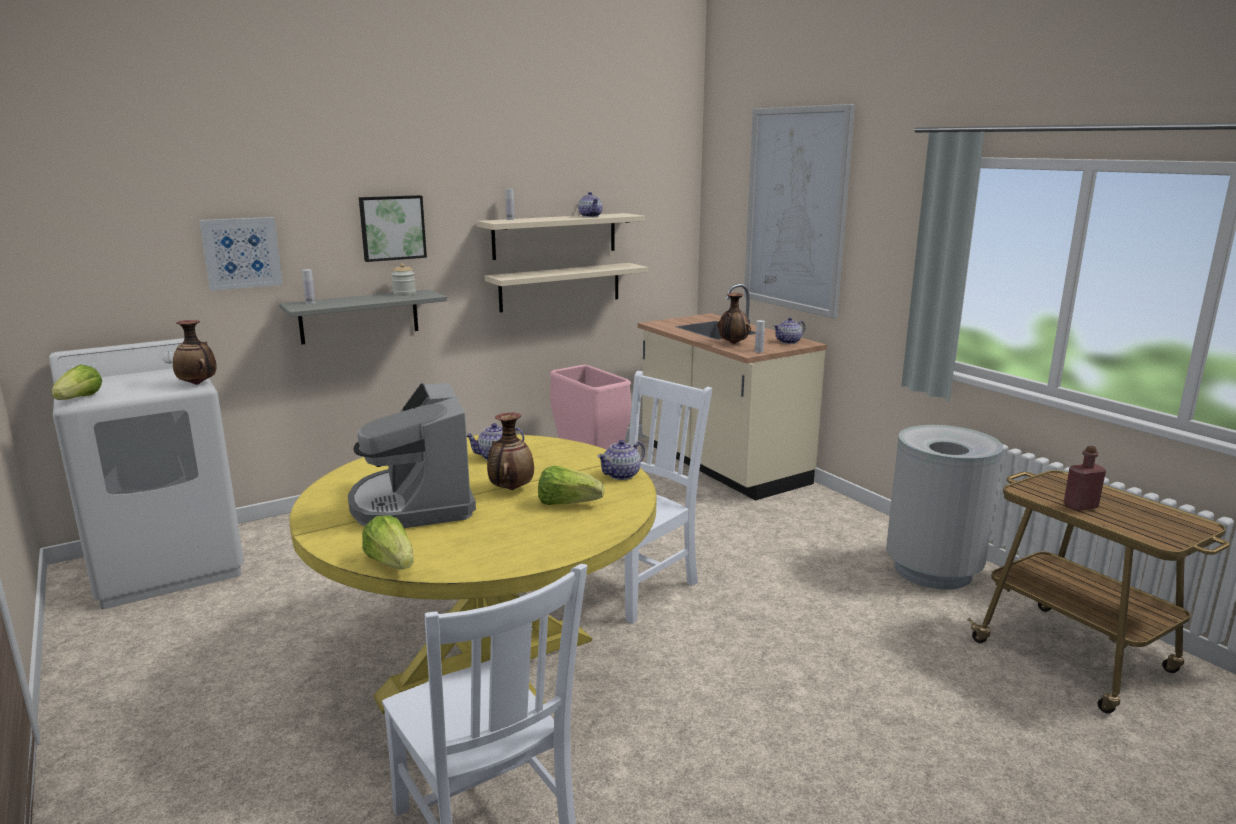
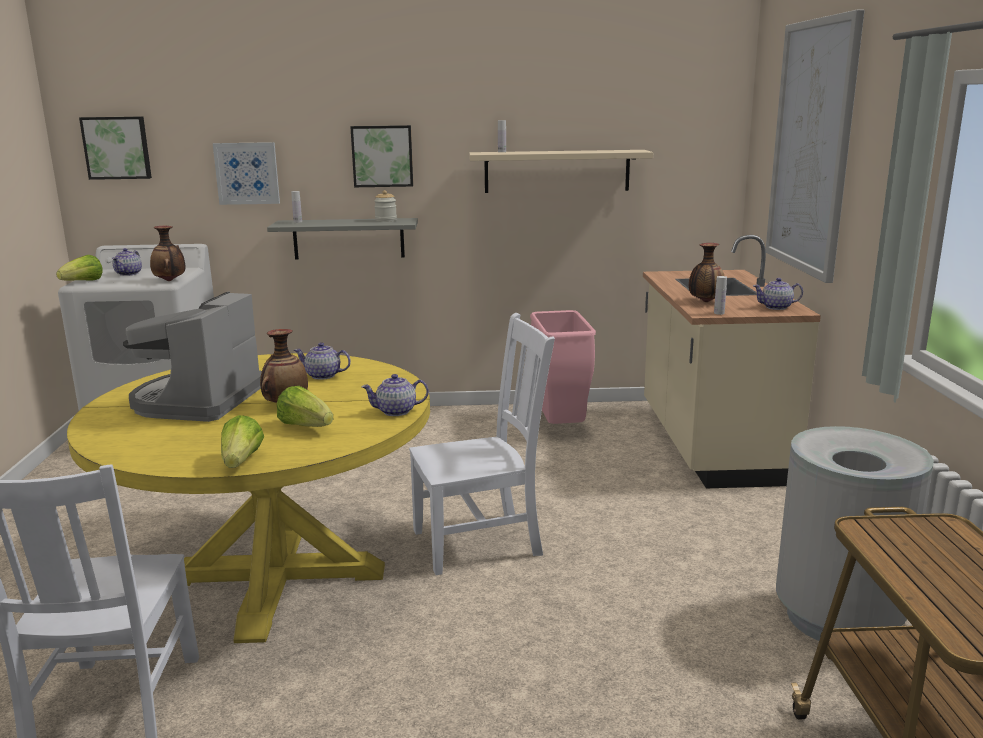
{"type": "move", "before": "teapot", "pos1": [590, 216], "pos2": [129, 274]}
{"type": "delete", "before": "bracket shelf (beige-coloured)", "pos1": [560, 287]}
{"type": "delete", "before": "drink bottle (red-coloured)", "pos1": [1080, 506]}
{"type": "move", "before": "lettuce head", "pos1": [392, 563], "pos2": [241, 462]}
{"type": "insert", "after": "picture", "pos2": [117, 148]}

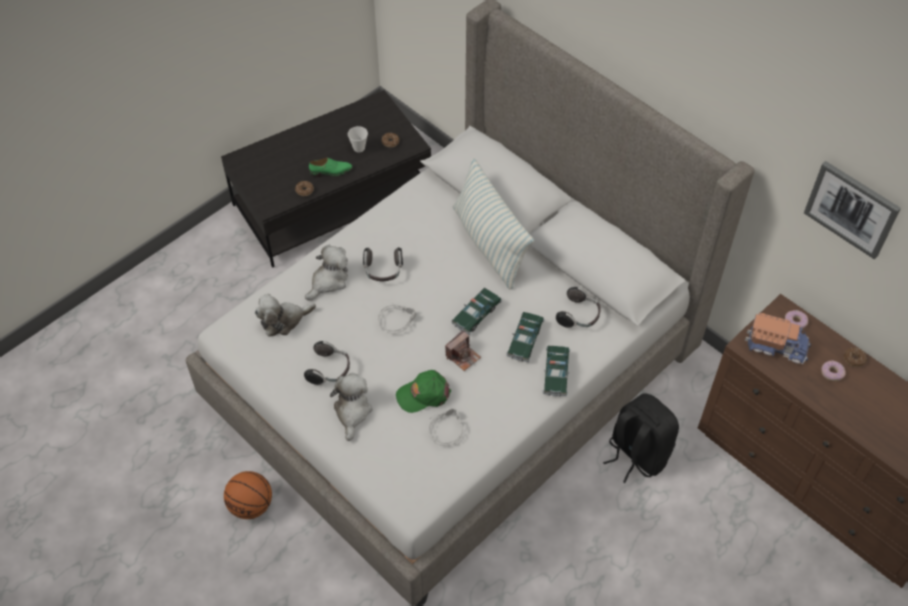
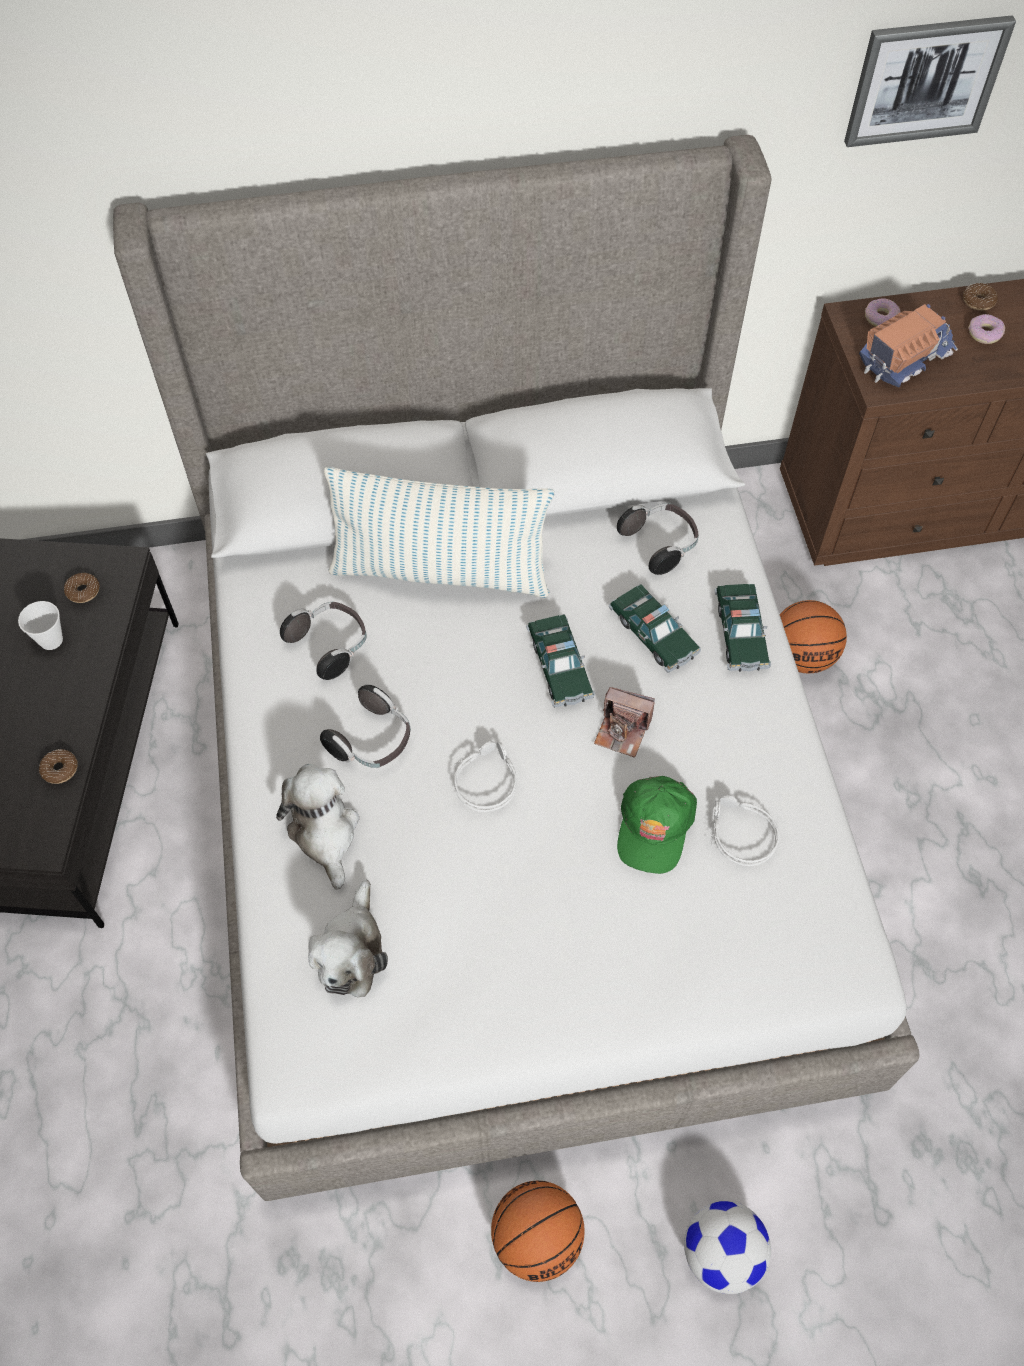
{"type": "delete", "before": "item of footwear (green)", "pos1": [331, 171]}
{"type": "rotate", "before": "still camera", "pos1": [463, 356], "pos2": [622, 730], "turn": 120}
{"type": "move", "before": "headset", "pos1": [329, 370], "pos2": [330, 645]}
{"type": "rotate", "before": "model car", "pos1": [556, 374], "pos2": [740, 633], "turn": 45}
{"type": "delete", "before": "cuddly toy", "pos1": [352, 411]}
{"type": "replace", "before": "knapsack (black)", "after": "basketball ball", "pos1": [636, 454], "pos2": [802, 656]}
{"type": "insert", "after": "football ball", "pos2": [721, 1253]}

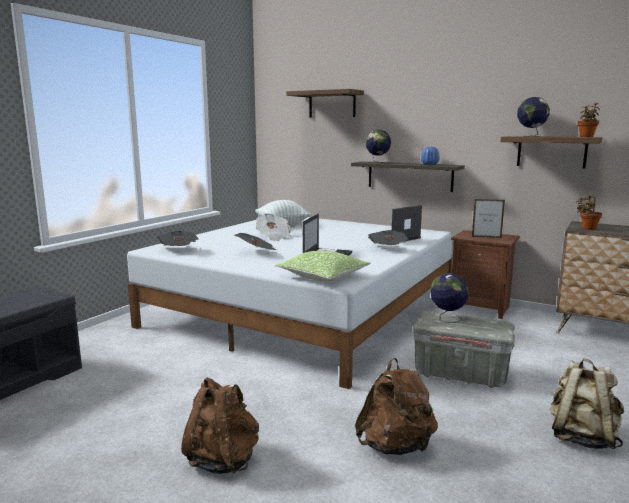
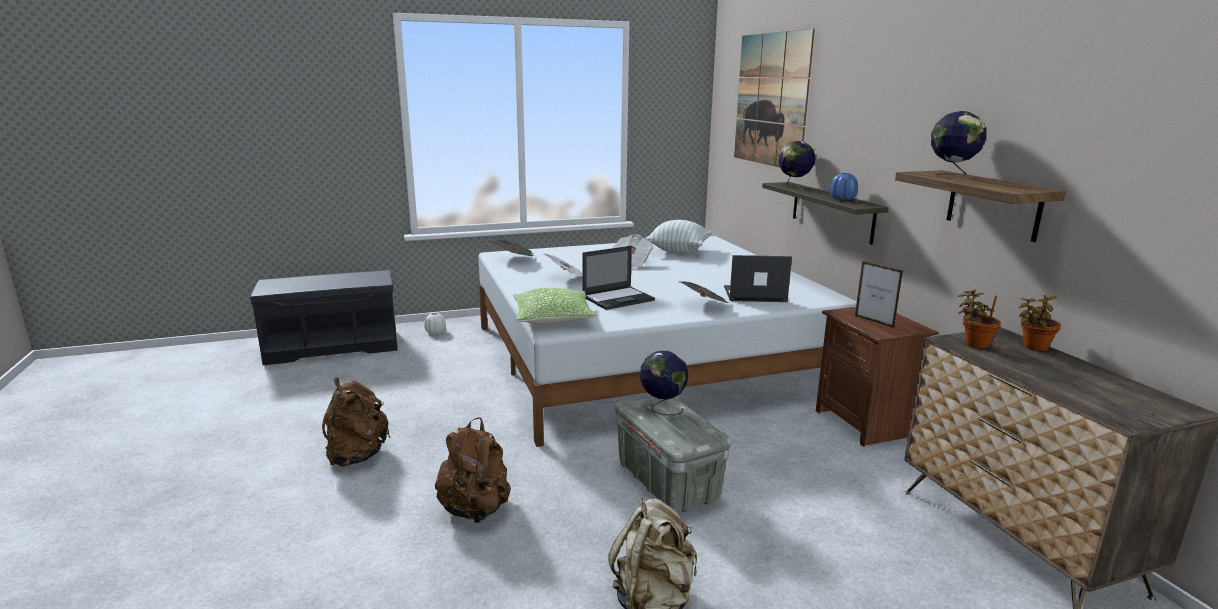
{"type": "replace", "before": "bracket shelf", "after": "picture", "pos1": [332, 104], "pos2": [771, 100]}
{"type": "move", "before": "potted plant", "pos1": [586, 137], "pos2": [1033, 347]}
{"type": "insert", "after": "vase (white-coloured)", "pos2": [435, 332]}

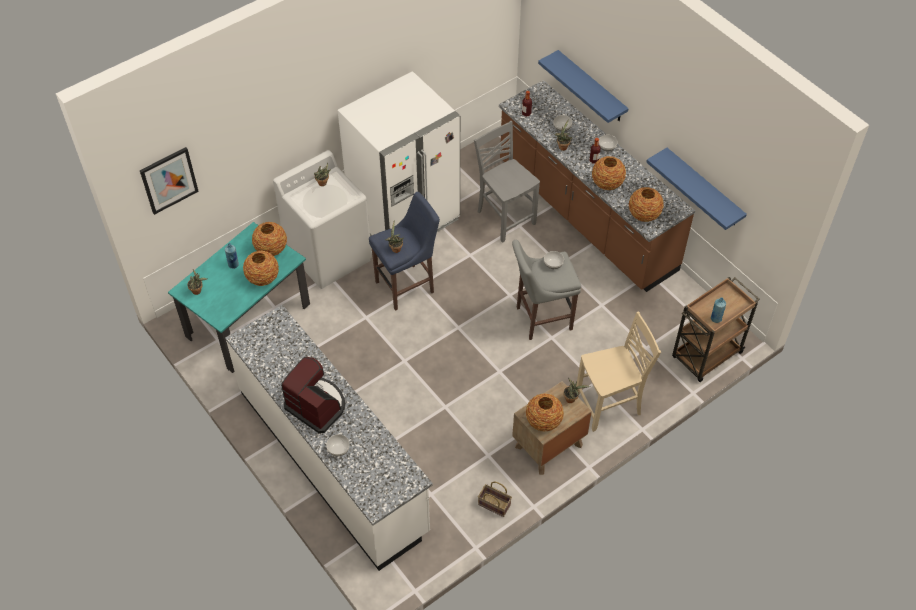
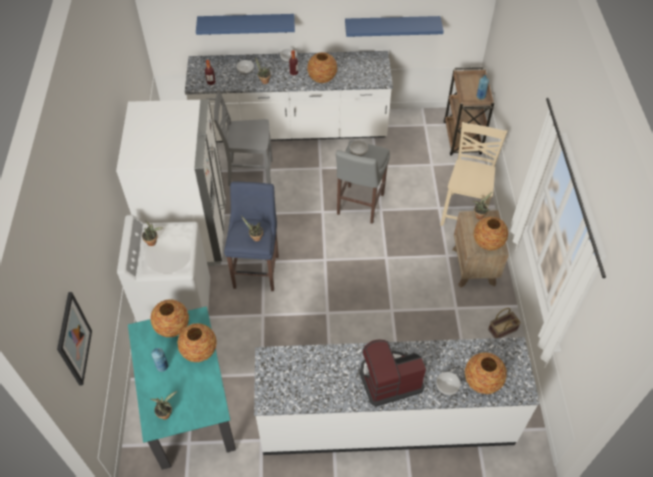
{"type": "recolor", "before": "counter (brown-coloured)", "after": "counter (white-coloured)", "pos1": [585, 216], "pos2": [291, 130]}
{"type": "move", "before": "vase", "pos1": [644, 214], "pos2": [481, 381]}

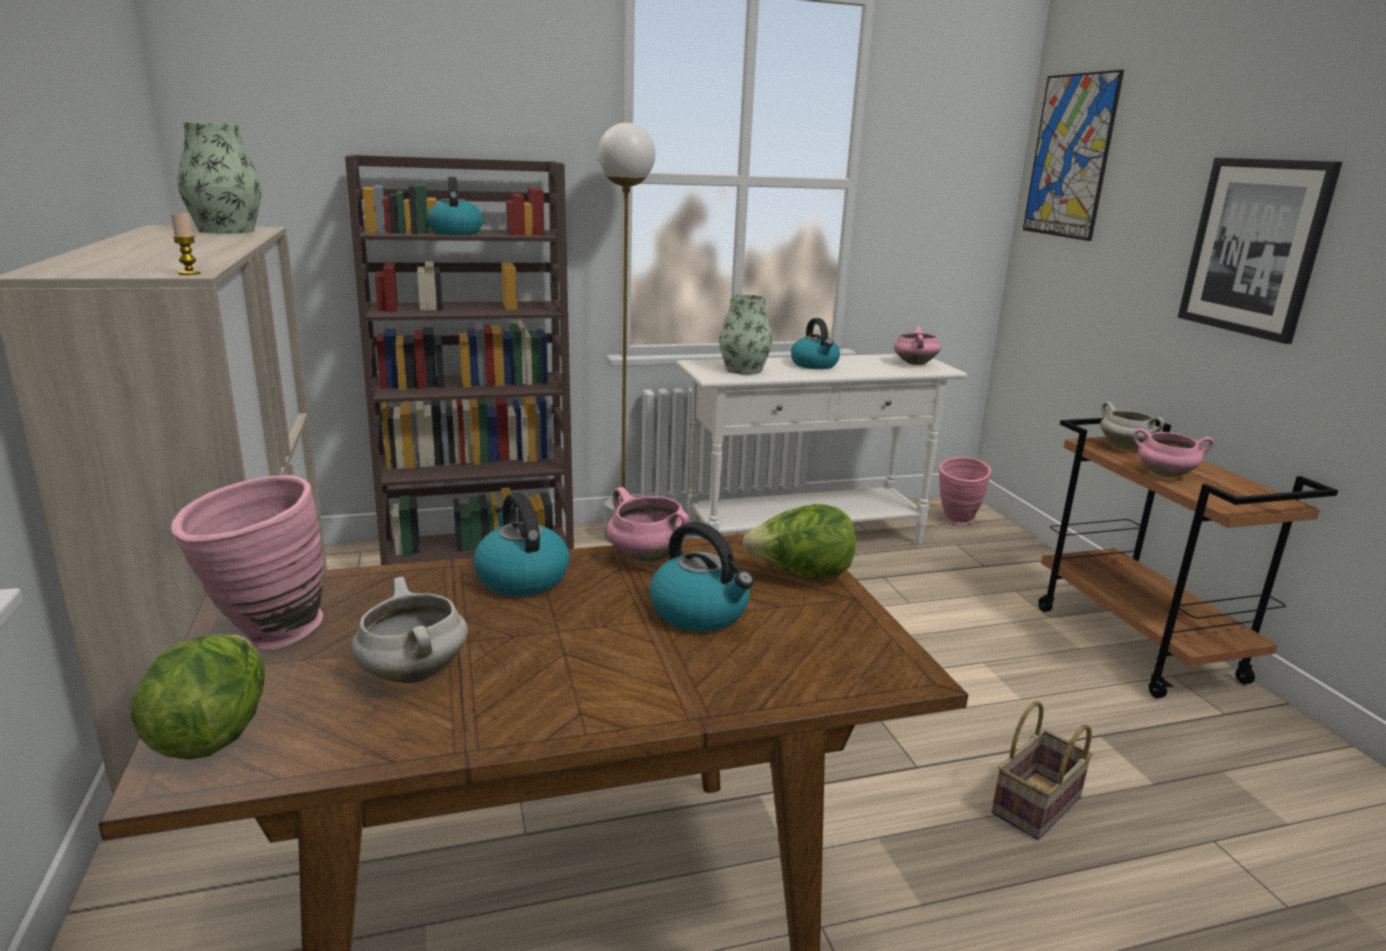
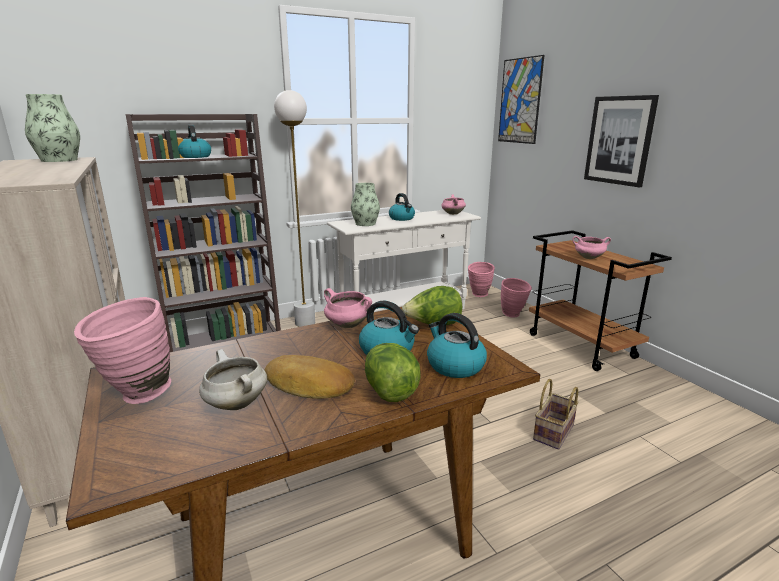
{"type": "delete", "before": "wax candle", "pos1": [189, 273]}
{"type": "delete", "before": "saucepot (white-coloured)", "pos1": [1125, 447]}
{"type": "move", "before": "tea kettle", "pos1": [521, 577], "pos2": [454, 365]}
{"type": "move", "before": "lettuce head", "pos1": [213, 731], "pos2": [390, 390]}
{"type": "insert", "after": "vase (pink-coloured)", "pos2": [513, 315]}
{"type": "insert", "after": "bakery bread", "pos2": [308, 385]}

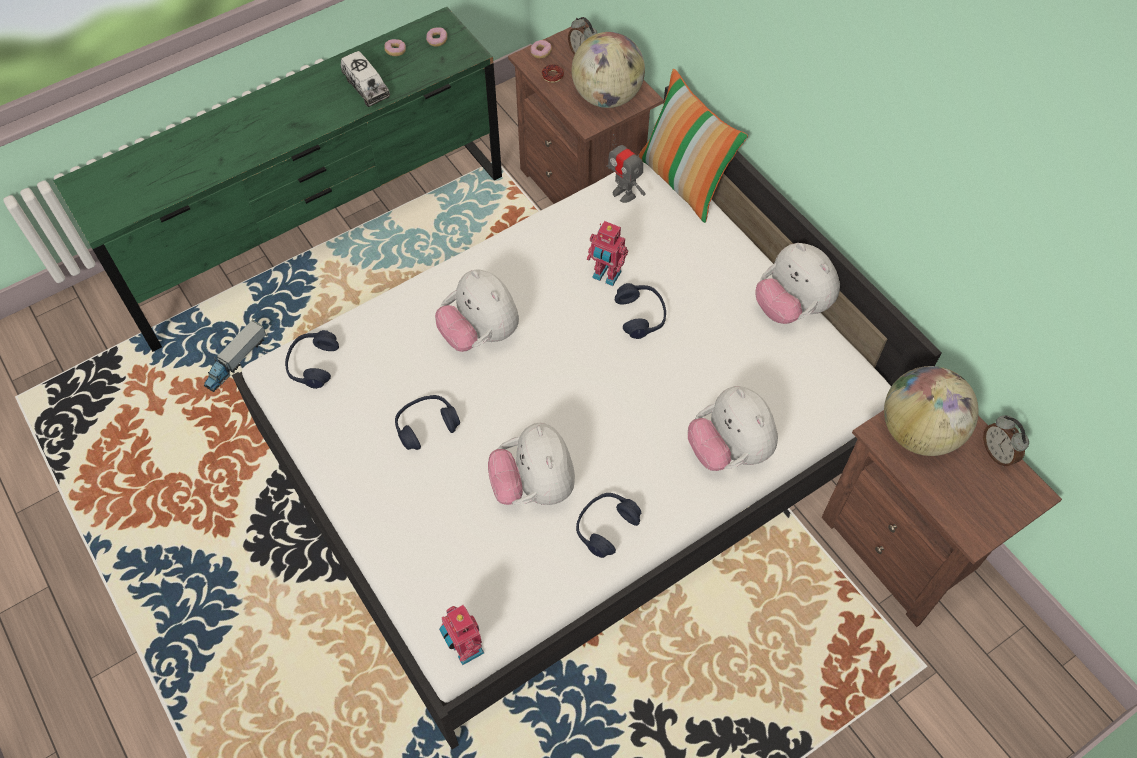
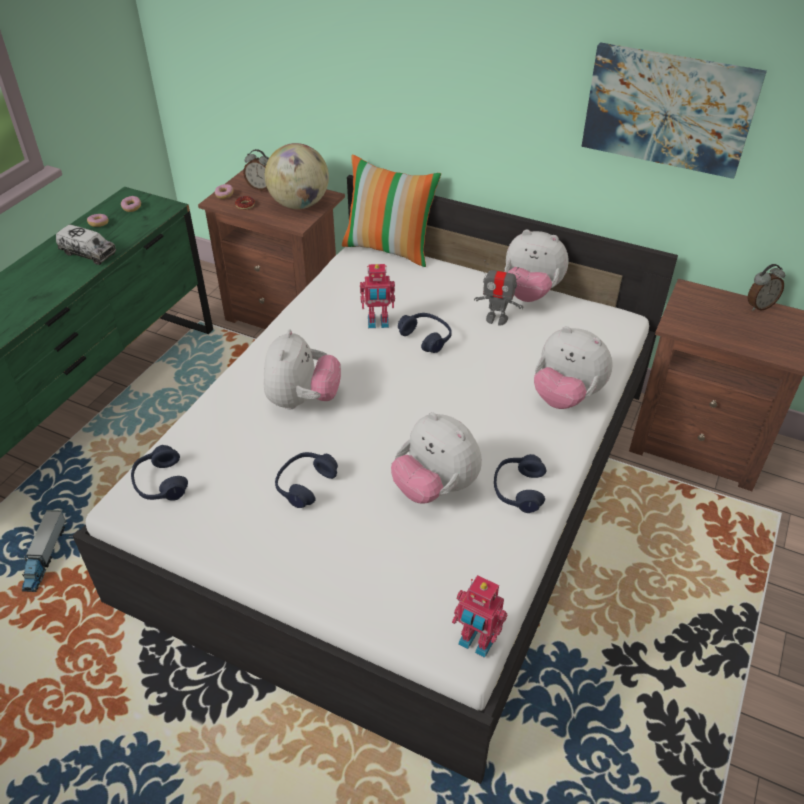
{"type": "move", "before": "model robot", "pos1": [624, 193], "pos2": [496, 319]}
{"type": "rotate", "before": "cuddly toy", "pos1": [480, 334], "pos2": [303, 400], "turn": -105}
{"type": "delete", "before": "world globe", "pos1": [918, 432]}
{"type": "rotate", "before": "alarm clock", "pos1": [997, 453], "pos2": [759, 306], "turn": -60}
{"type": "insert", "after": "picture", "pos2": [668, 109]}

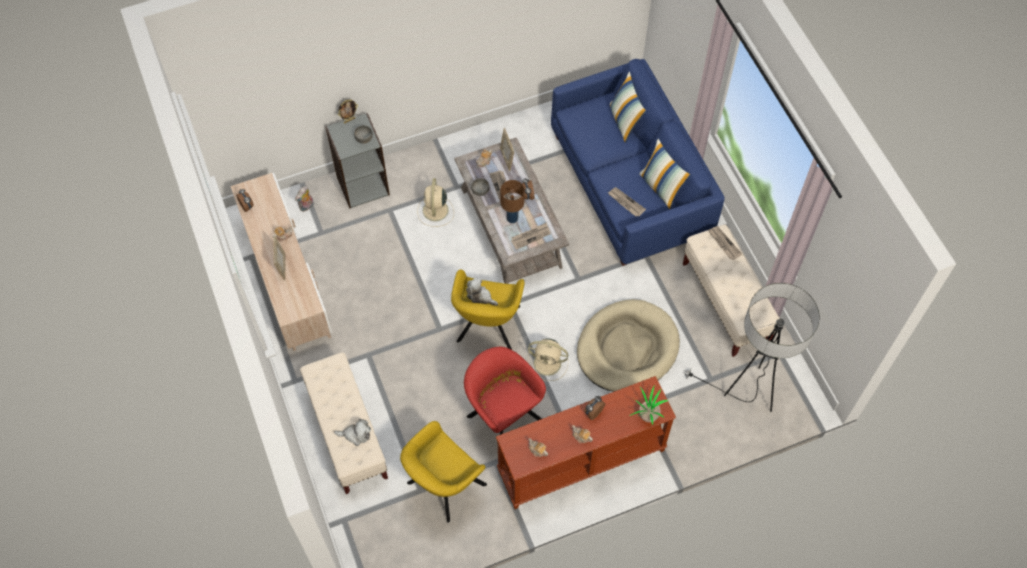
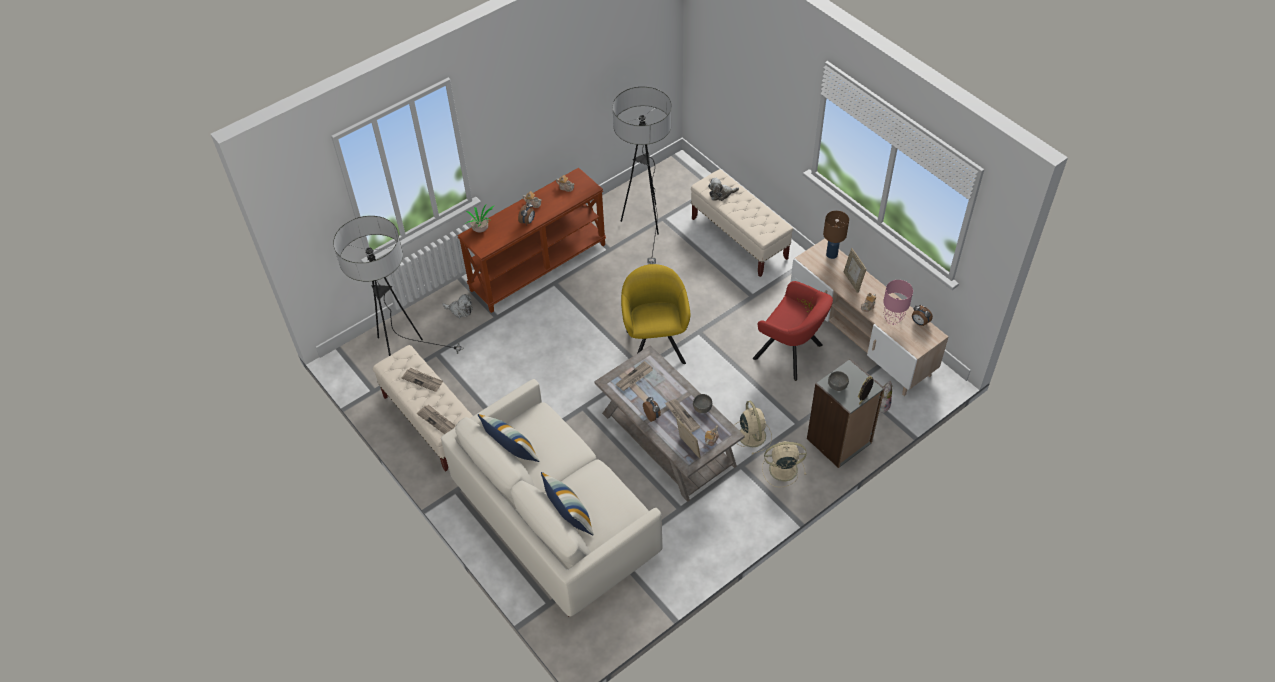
{"type": "recolor", "before": "couch (blue)", "after": "couch (white-coloured)", "pos1": [630, 184], "pos2": [554, 518]}
{"type": "move", "before": "tabletop lamp (brown-coloured)", "pos1": [512, 218], "pos2": [831, 254]}
{"type": "move", "before": "daily paper", "pos1": [625, 202], "pos2": [423, 380]}
{"type": "move", "before": "cuddly toy", "pos1": [480, 296], "pos2": [460, 310]}
{"type": "delete", "before": "dog bed (beige-coloured)", "pos1": [627, 348]}
{"type": "move", "before": "cooling fan (beige-coloured)", "pos1": [548, 363], "pos2": [782, 469]}
{"type": "move", "before": "easy chair (red-coloured)", "pos1": [502, 415], "pos2": [791, 354]}
{"type": "replace", "before": "easy chair (yellowish)", "after": "standing lamp", "pos1": [443, 486], "pos2": [645, 224]}
{"type": "insert", "after": "tabletop lamp (pink-coloured)", "pos2": [892, 319]}

